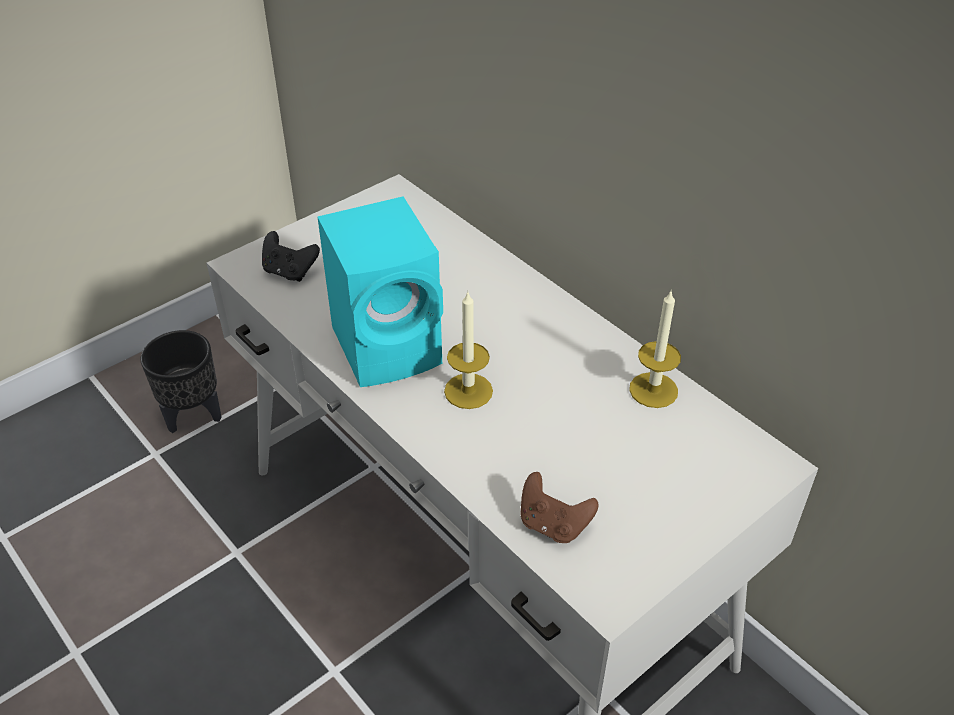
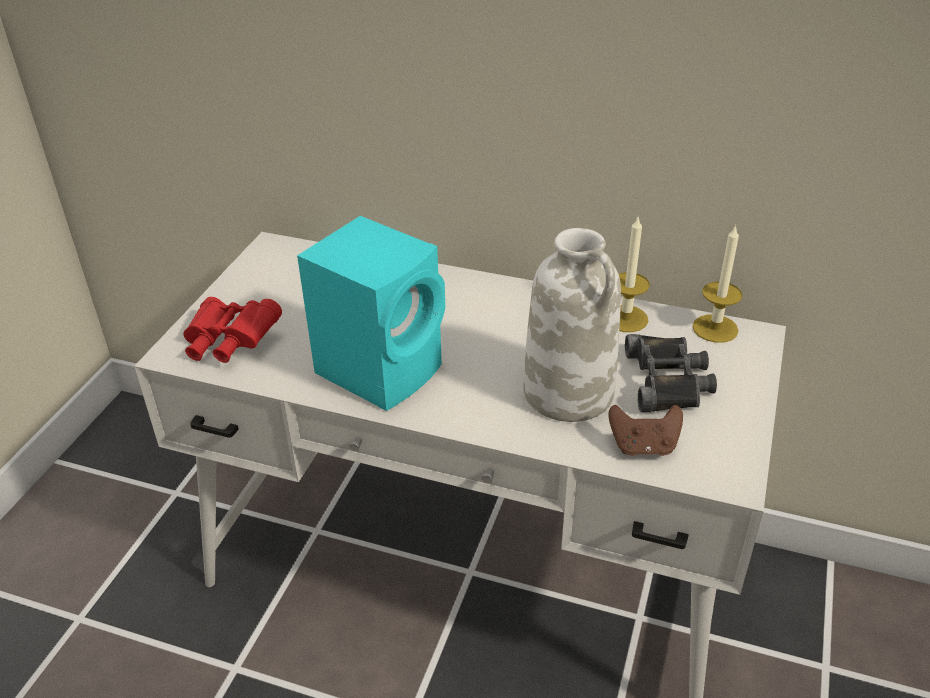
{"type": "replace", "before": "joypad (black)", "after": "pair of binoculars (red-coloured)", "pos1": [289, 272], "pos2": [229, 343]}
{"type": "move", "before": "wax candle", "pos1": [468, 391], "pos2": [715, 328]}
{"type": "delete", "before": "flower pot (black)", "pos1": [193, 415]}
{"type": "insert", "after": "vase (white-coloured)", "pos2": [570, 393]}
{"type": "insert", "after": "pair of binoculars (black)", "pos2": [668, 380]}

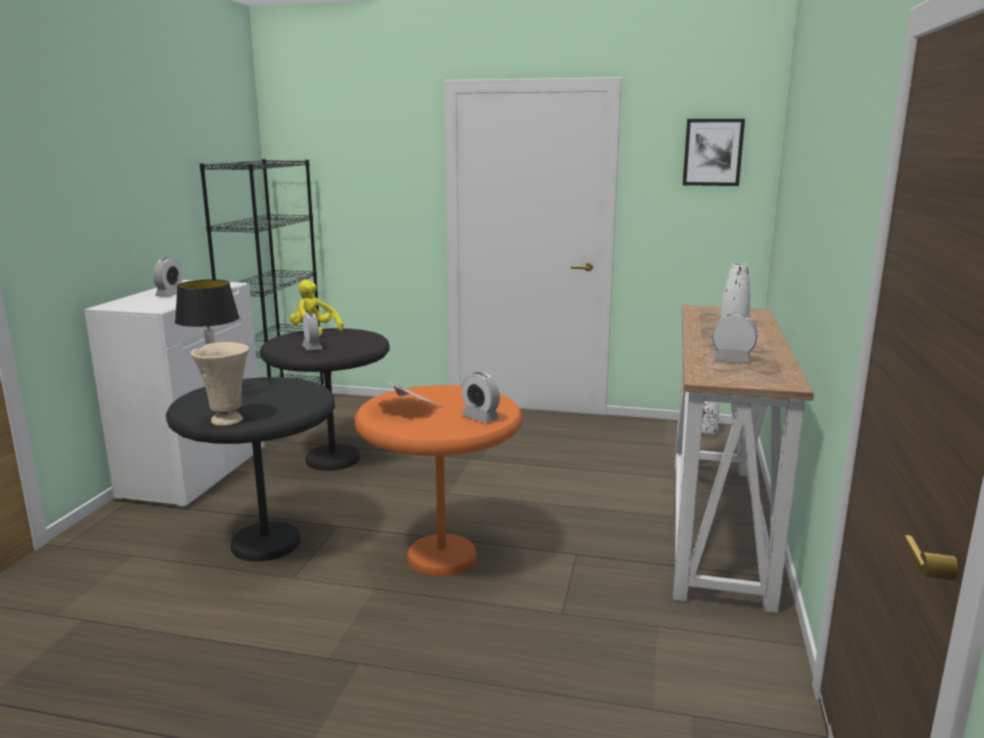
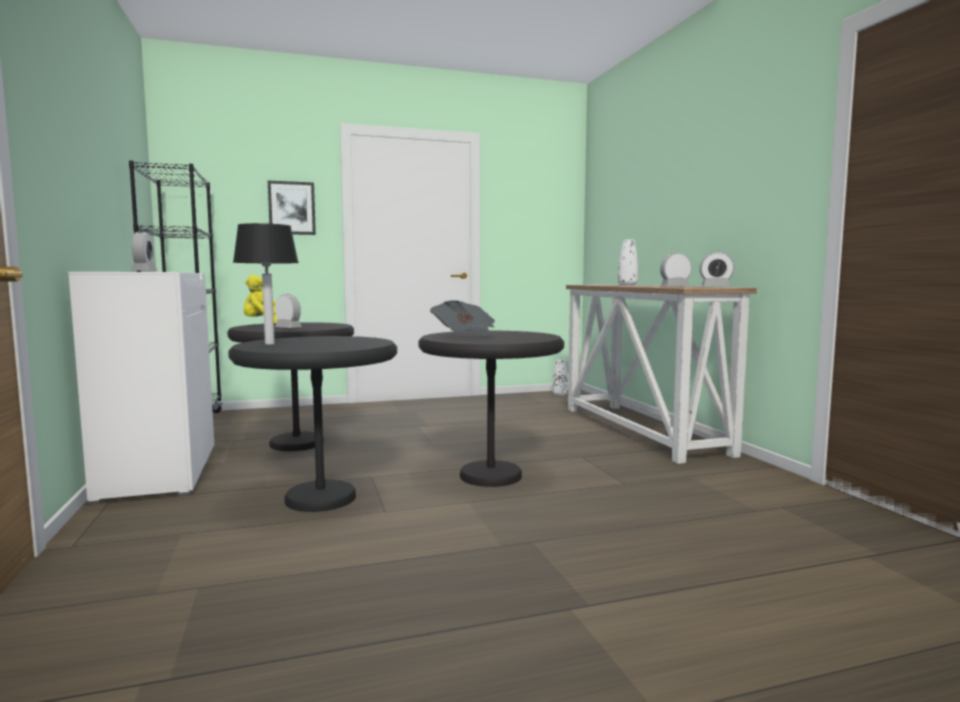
{"type": "move", "before": "picture", "pos1": [713, 152], "pos2": [292, 208]}
{"type": "delete", "before": "vase (beige-coloured)", "pos1": [227, 420]}
{"type": "move", "before": "alarm clock", "pos1": [480, 418], "pos2": [715, 287]}
{"type": "recolor", "before": "accent table (orange)", "after": "accent table (black)", "pos1": [442, 557], "pos2": [491, 476]}

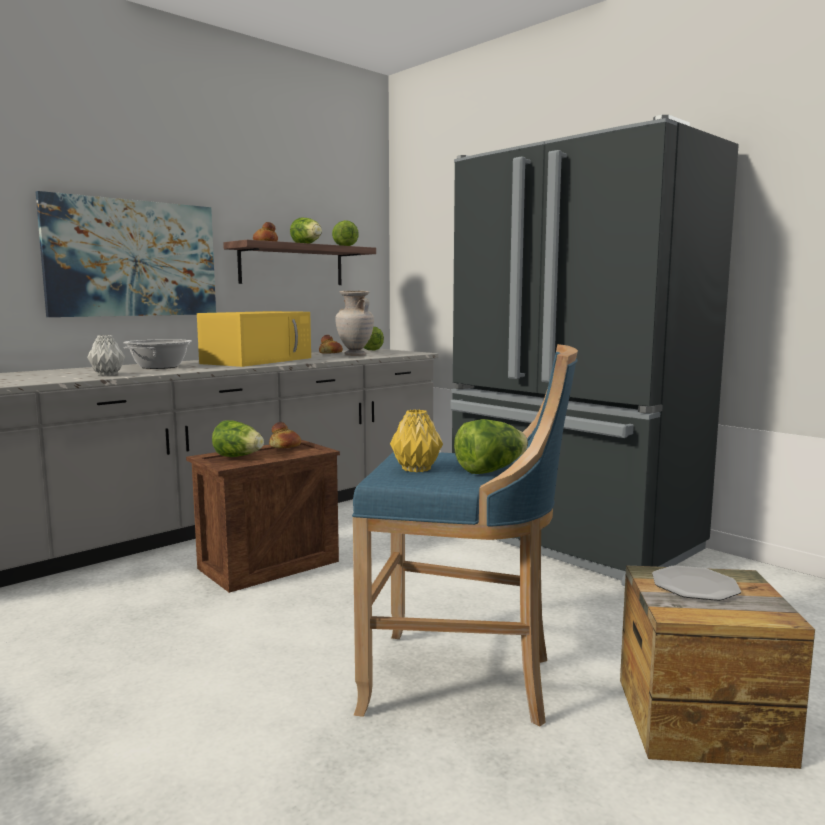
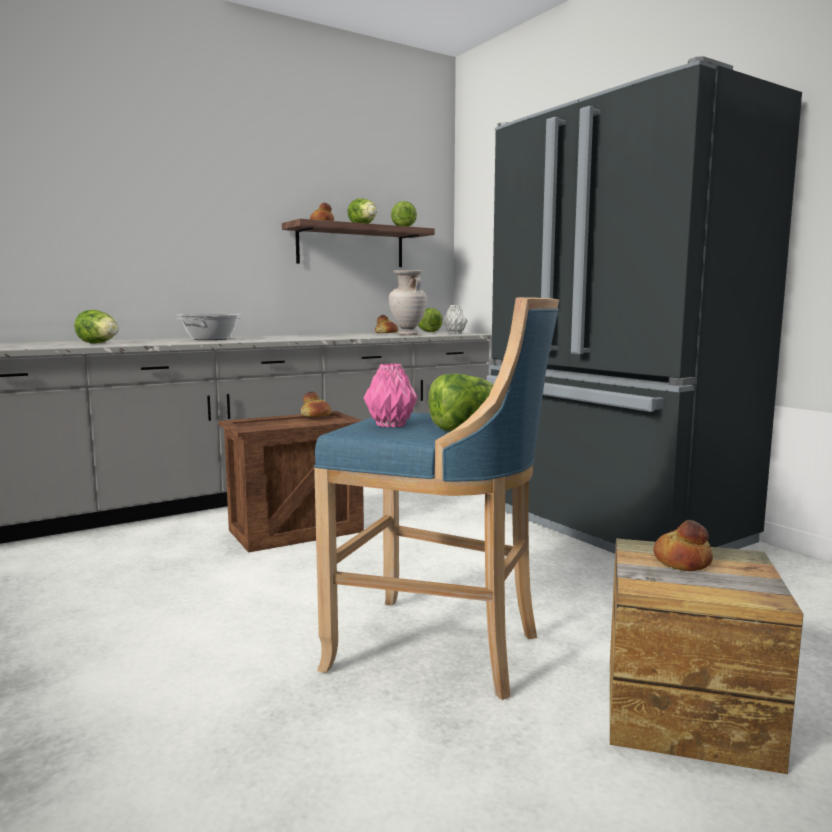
{"type": "delete", "before": "picture", "pos1": [132, 258]}
{"type": "delete", "before": "kitchen microwave (yellowish)", "pos1": [258, 360]}
{"type": "move", "before": "vase (greyish)", "pos1": [107, 374], "pos2": [454, 333]}
{"type": "recolor", "before": "vase (yellowish)", "after": "vase (pink-coloured)", "pos1": [417, 469], "pos2": [391, 425]}
{"type": "move", "before": "lettuce head", "pos1": [238, 457], "pos2": [99, 343]}
{"type": "replace", "before": "plate", "after": "bakery bread", "pos1": [695, 586], "pos2": [683, 561]}

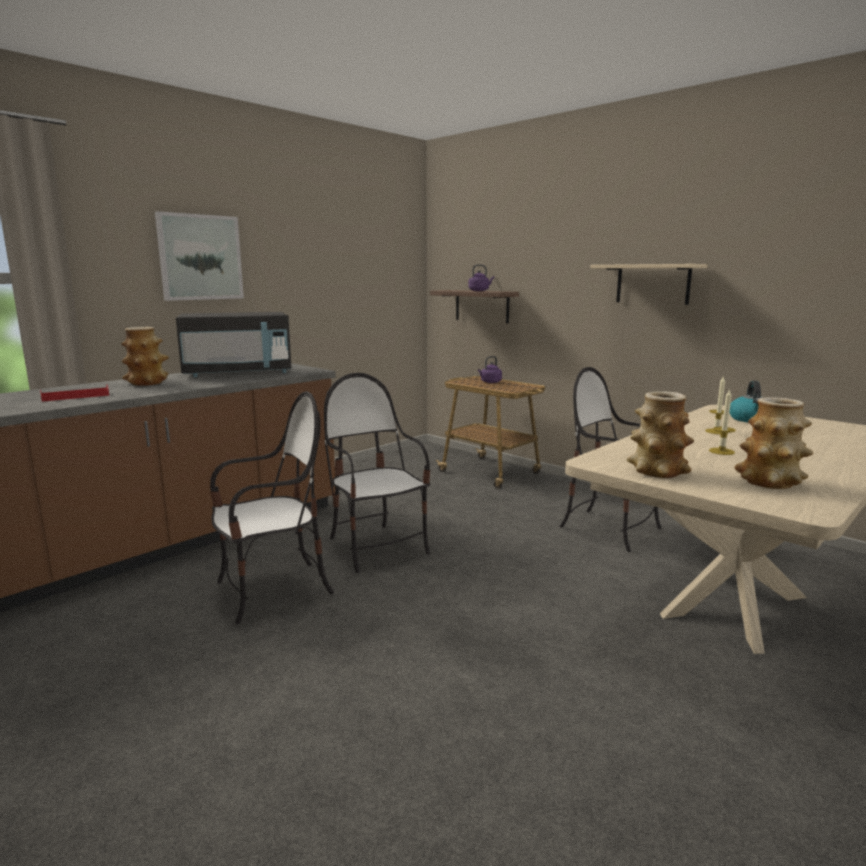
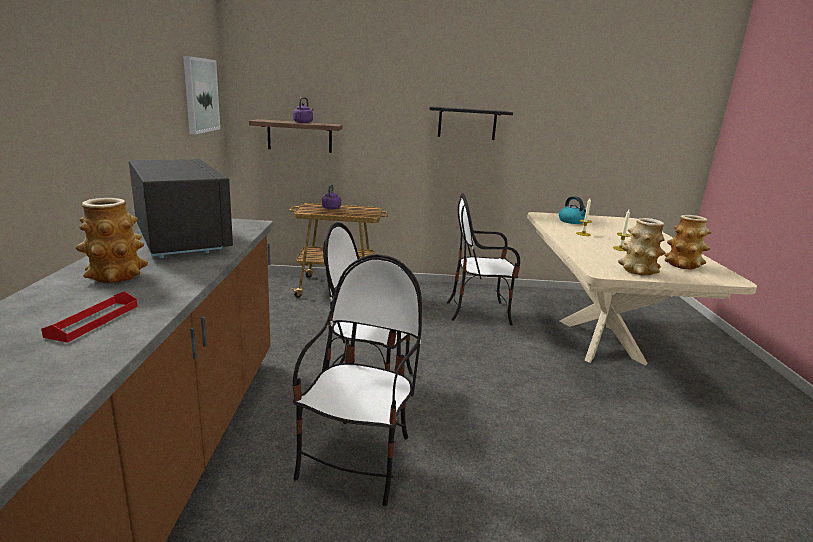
{"type": "move", "before": "picture", "pos1": [200, 257], "pos2": [200, 95]}
{"type": "recolor", "before": "bracket shelf (beige-coloured)", "after": "bracket shelf (black)", "pos1": [652, 284], "pos2": [467, 123]}
{"type": "rotate", "before": "kitchen microwave (black)", "pos1": [238, 373], "pos2": [182, 240], "turn": -60}

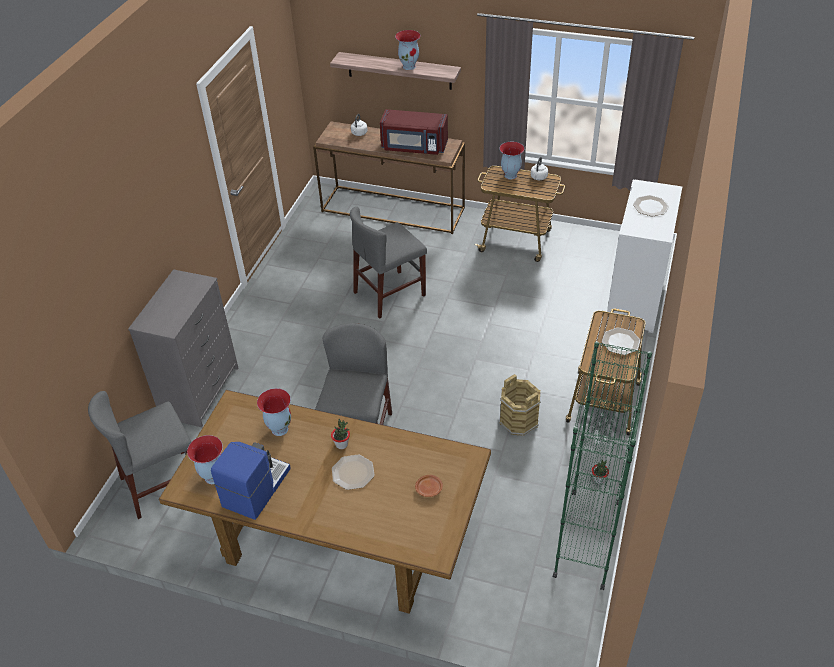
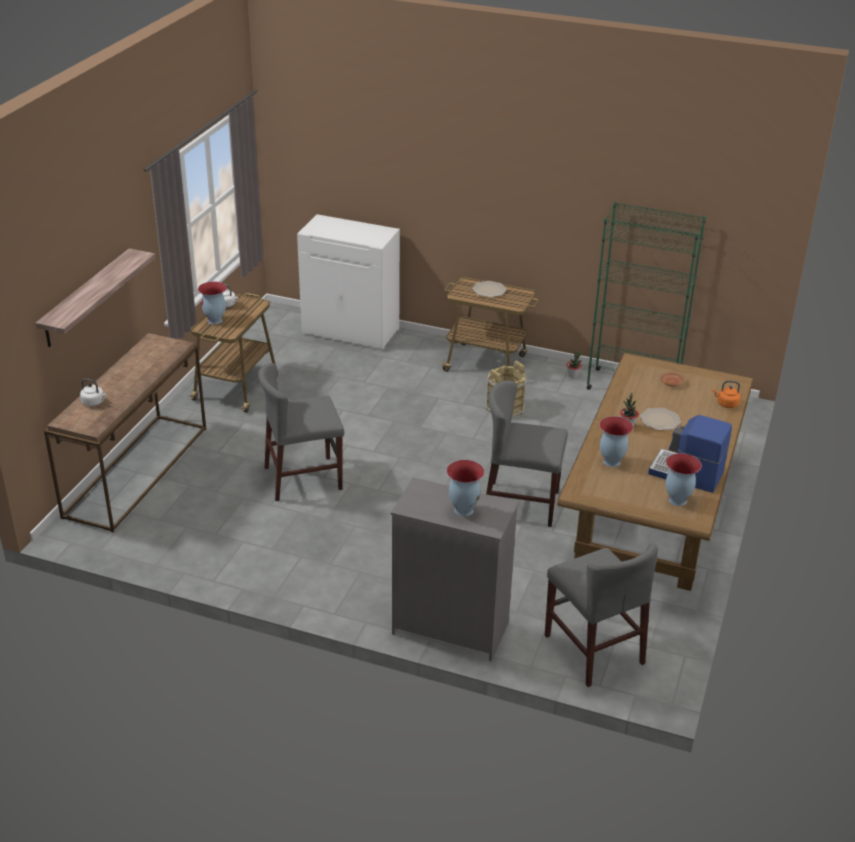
{"type": "move", "before": "vase", "pos1": [409, 66], "pos2": [463, 509]}
{"type": "delete", "before": "kitchen microwave (red-coloured)", "pos1": [414, 147]}
{"type": "delete", "before": "plate", "pos1": [650, 206]}
{"type": "rotate", "before": "plain chair (greyish)", "pos1": [389, 294], "pos2": [303, 478], "turn": 105}
{"type": "insert", "after": "tea kettle (orange)", "pos2": [726, 404]}

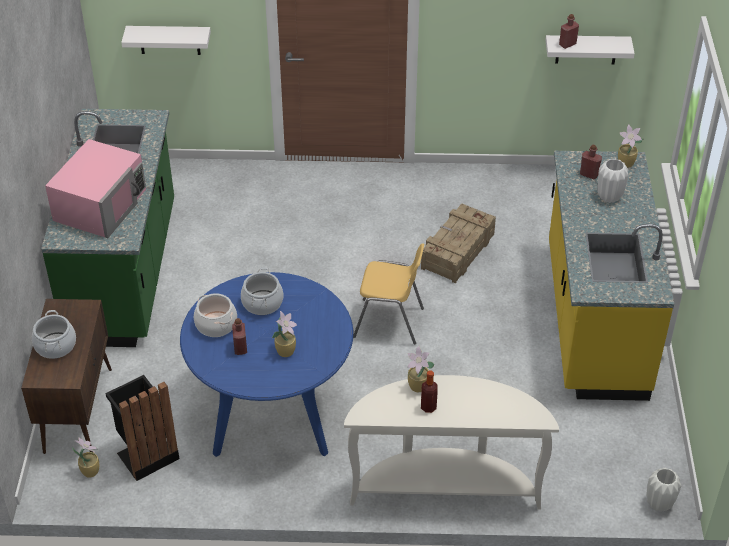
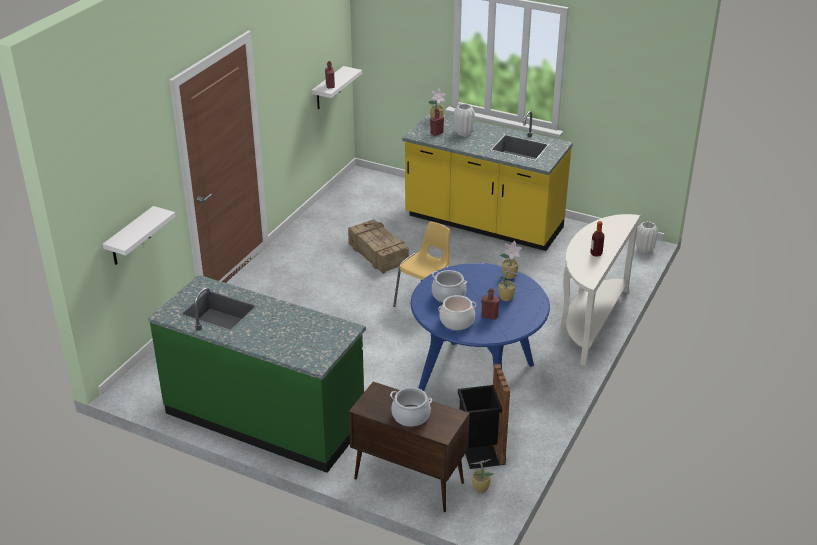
{"type": "delete", "before": "kitchen microwave (pink-coloured)", "pos1": [101, 204]}
{"type": "move", "before": "potted plant", "pos1": [418, 387], "pos2": [510, 276]}

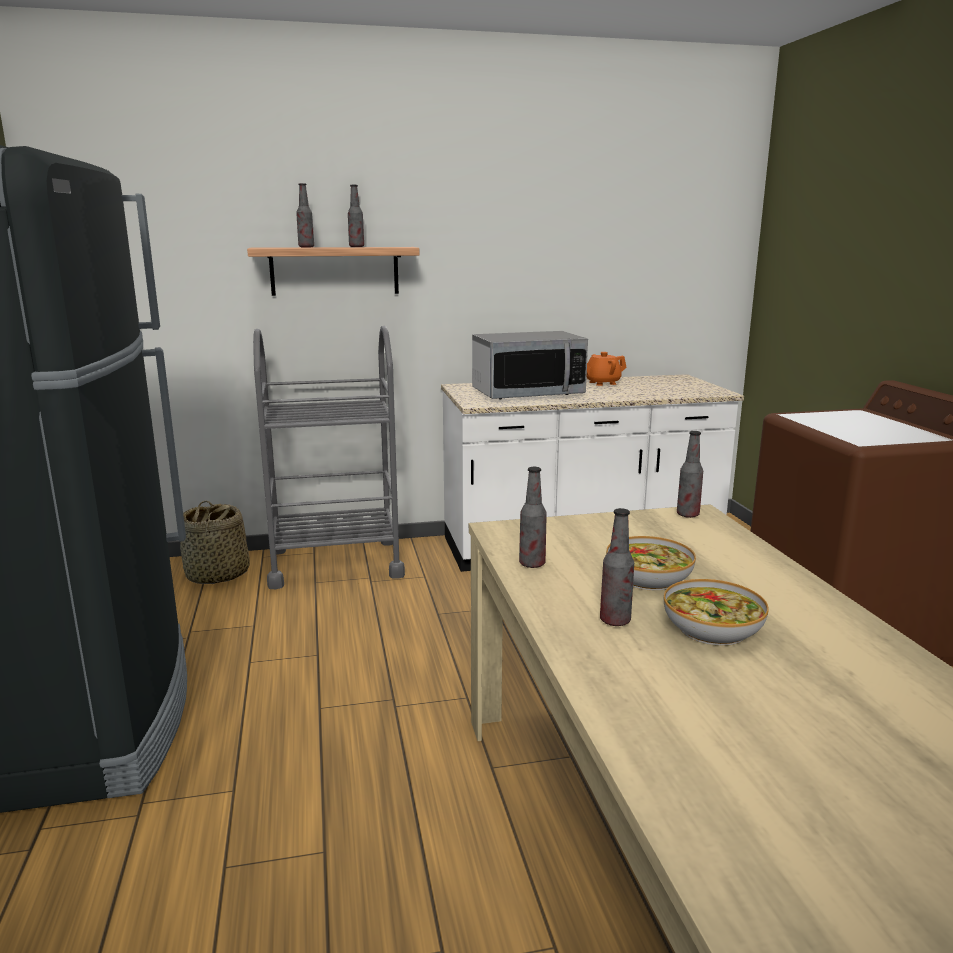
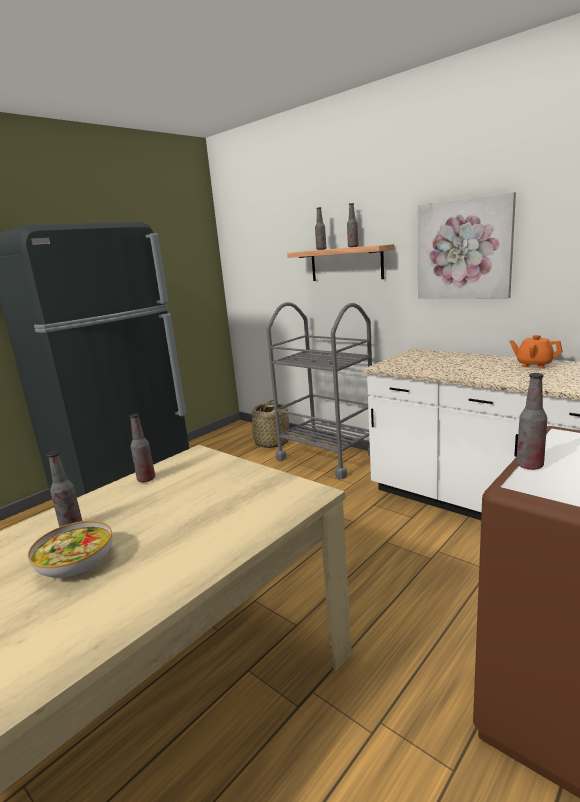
{"type": "delete", "before": "kitchen microwave", "pos1": [527, 393]}
{"type": "move", "before": "drink bottle", "pos1": [687, 514], "pos2": [529, 465]}
{"type": "delete", "before": "serving bowl", "pos1": [648, 577]}
{"type": "insert", "after": "picture", "pos2": [464, 249]}

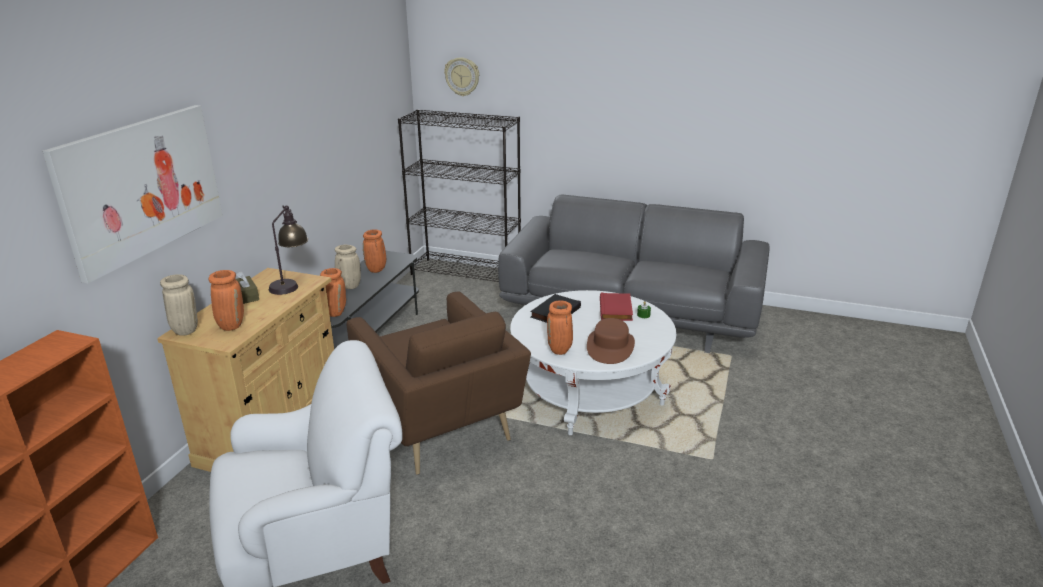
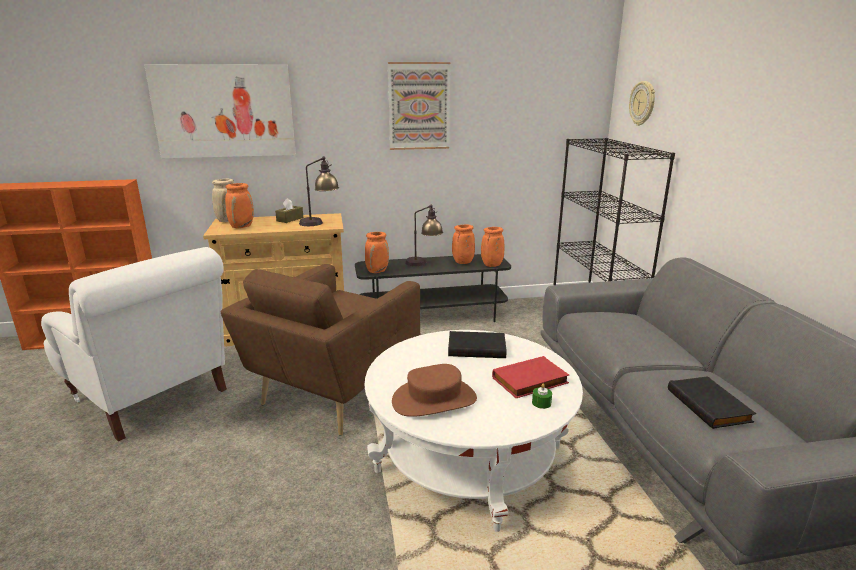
{"type": "replace", "before": "vase (beige-coloured)", "after": "tabletop lamp", "pos1": [349, 286], "pos2": [424, 263]}
{"type": "move", "before": "vase (orange)", "pos1": [560, 350], "pos2": [491, 265]}
{"type": "insert", "after": "picture", "pos2": [419, 106]}
{"type": "insert", "after": "book (black)", "pos2": [710, 405]}

